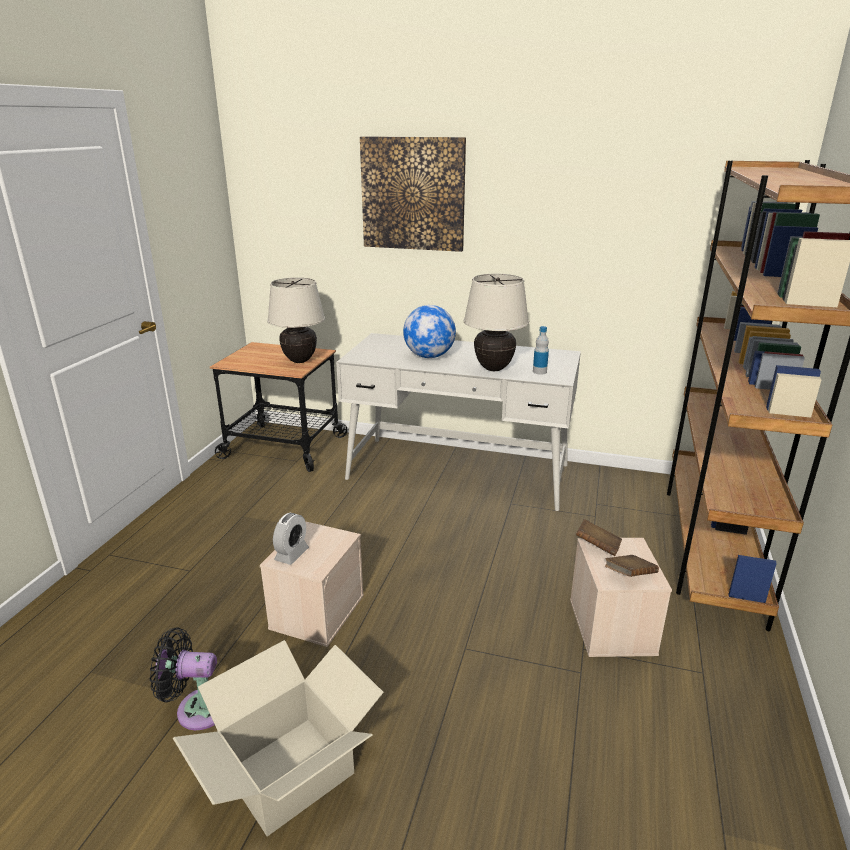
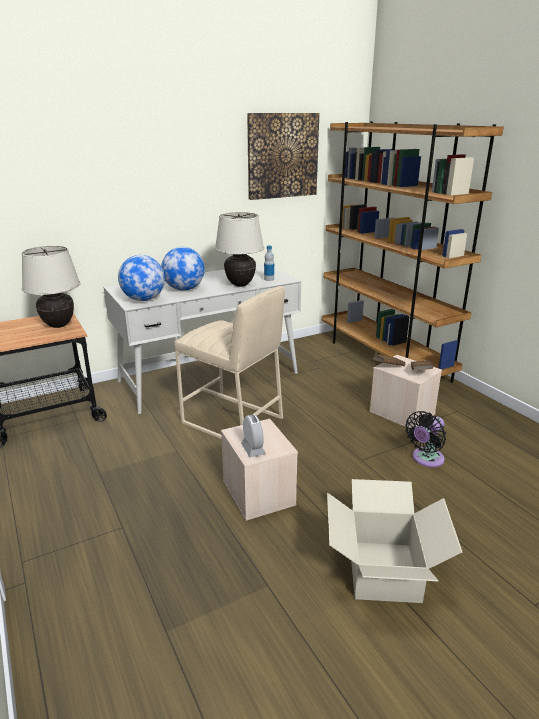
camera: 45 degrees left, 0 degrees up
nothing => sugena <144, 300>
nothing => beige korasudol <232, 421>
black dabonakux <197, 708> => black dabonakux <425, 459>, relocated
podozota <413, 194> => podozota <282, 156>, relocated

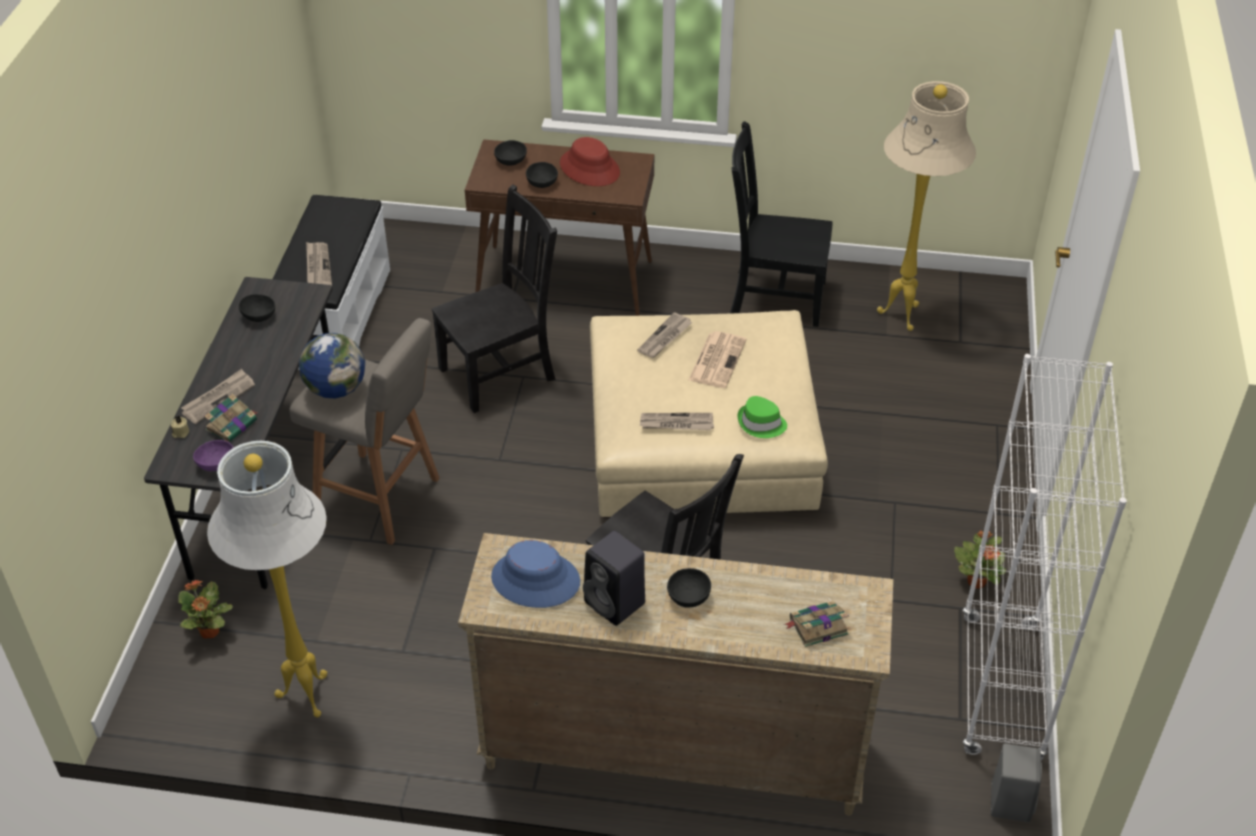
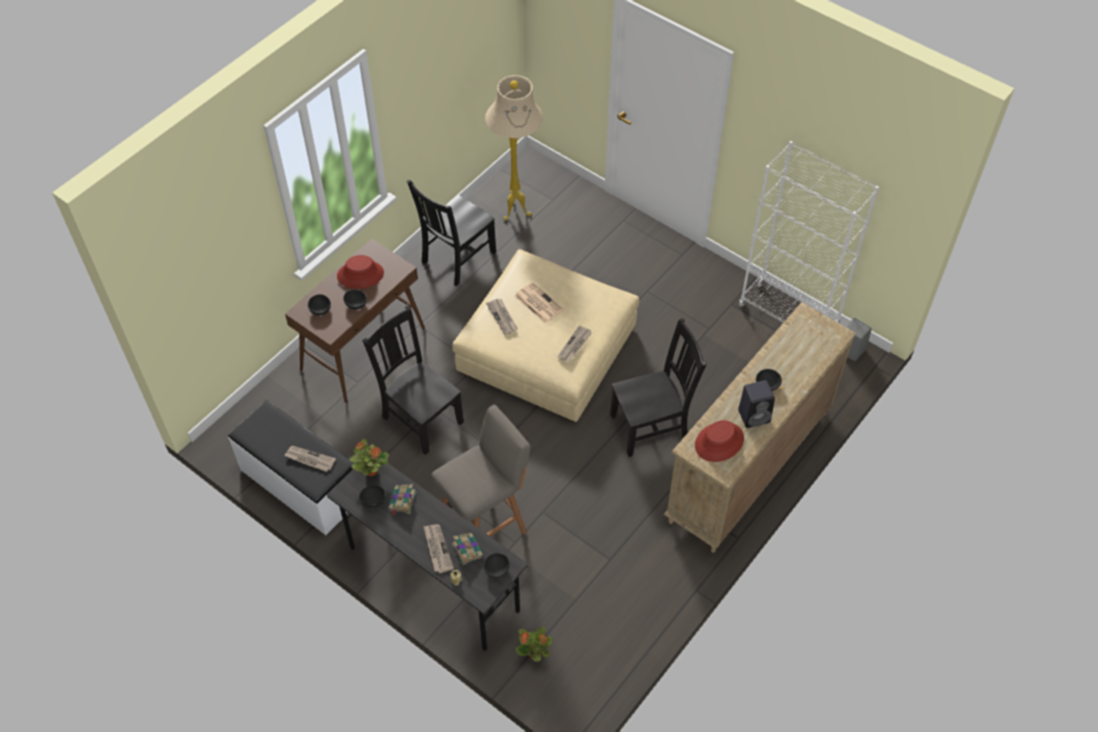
camera: 60 degrees left, 10 degrees up
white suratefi <307, 694> => nothing
sugena <336, 389> => nothing
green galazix <761, 424> => nothing
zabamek <817, 626> => zabamek <402, 501>, relocated
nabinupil <976, 581> => nabinupil <371, 470>, relocated
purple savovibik <216, 463> => black savovibik <496, 570>
blue galazix <535, 580> => red galazix <719, 442>
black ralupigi <501, 372> => black ralupigi <421, 418>, 45 degrees counterclockwise

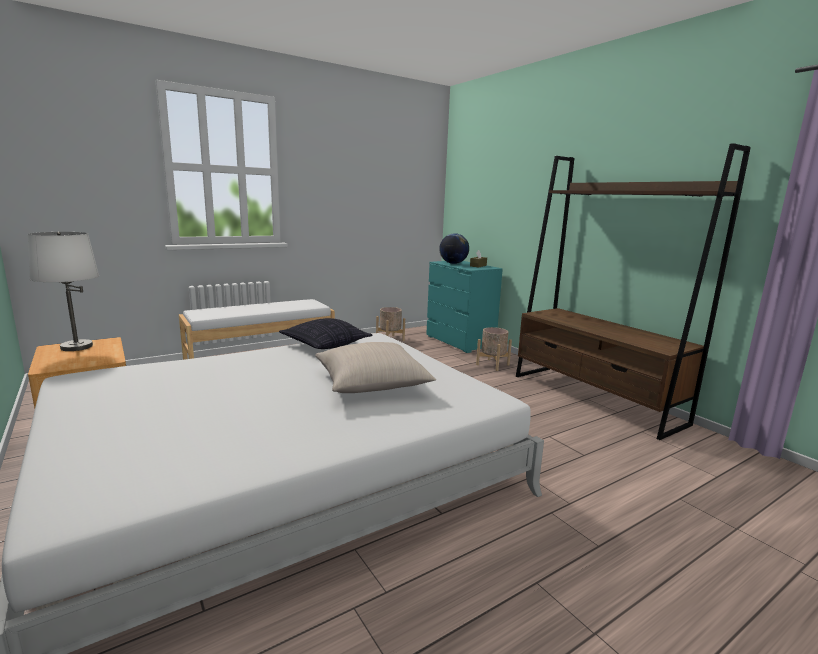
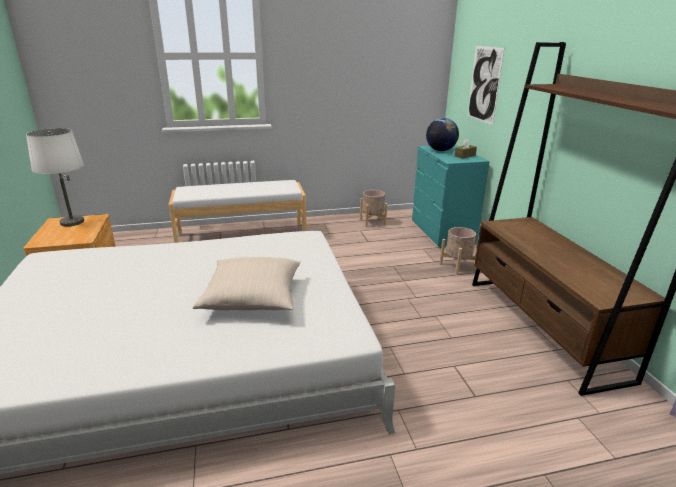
camera: 20 degrees right, 10 degrees up
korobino <325, 345> => nothing
nothing => podozota <484, 84>

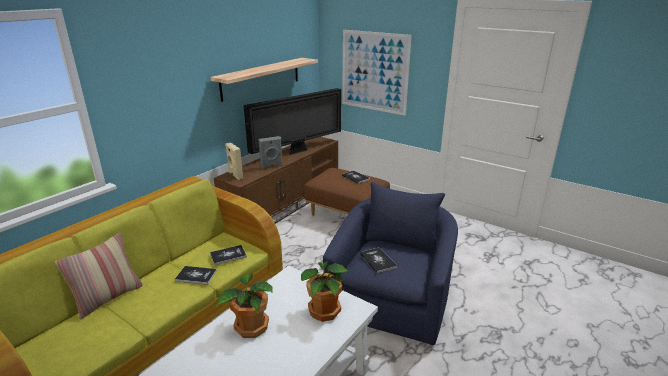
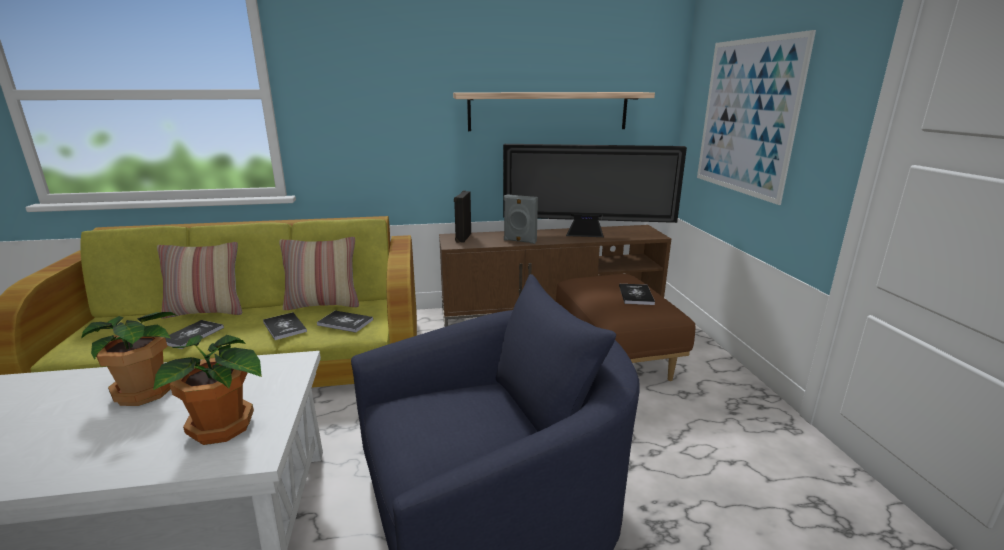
camera: 45 degrees right, 5 degrees down
nothing => korobino <323, 304>
zabamek <377, 261> => zabamek <192, 335>, relocated
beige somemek <235, 175> => black somemek <462, 238>

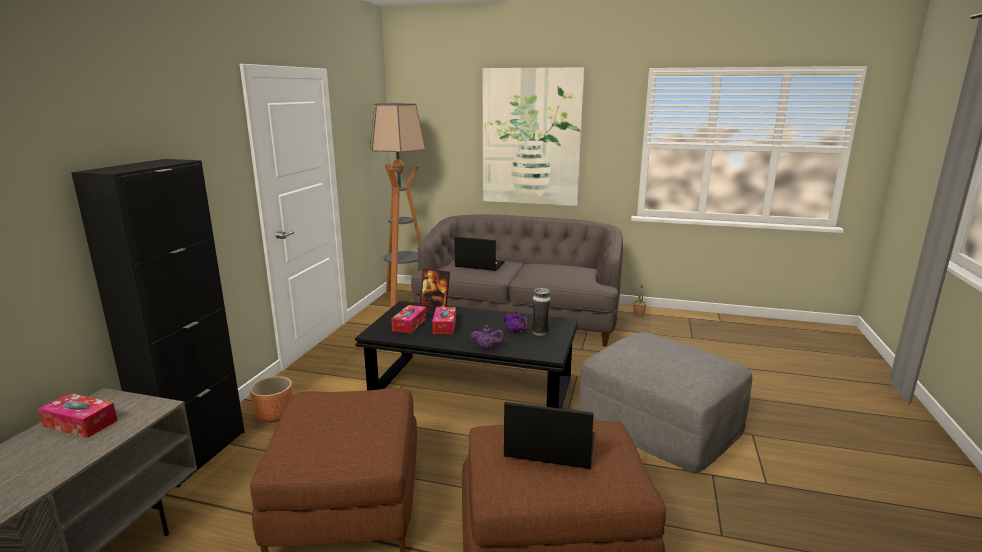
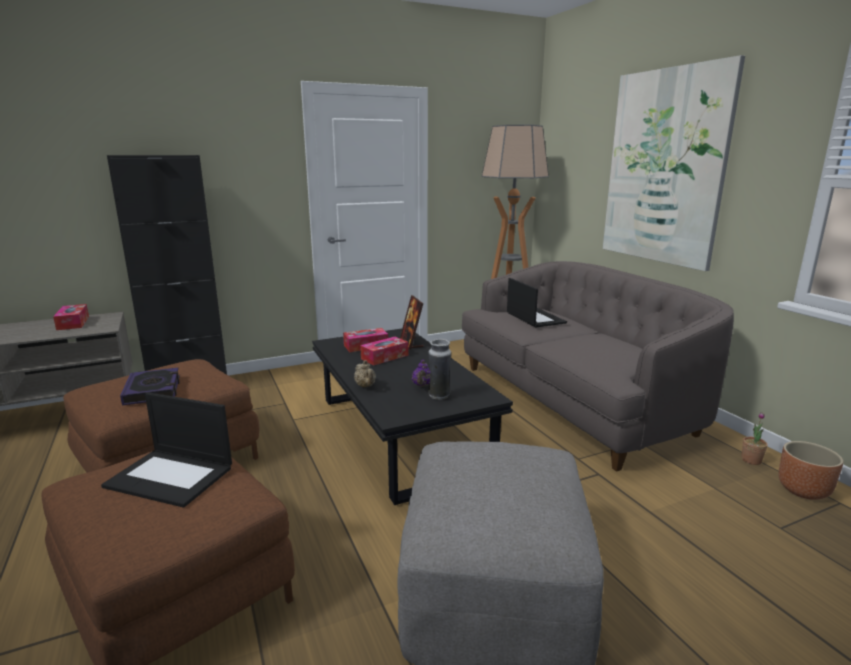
camera: 50 degrees right, 0 degrees up
nothing => zabamek <153, 390>
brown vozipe <274, 416> => brown vozipe <802, 490>, relocated
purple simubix <487, 347> => beige simubix <366, 386>
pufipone <548, 446> => pufipone <171, 476>, 135 degrees clockwise

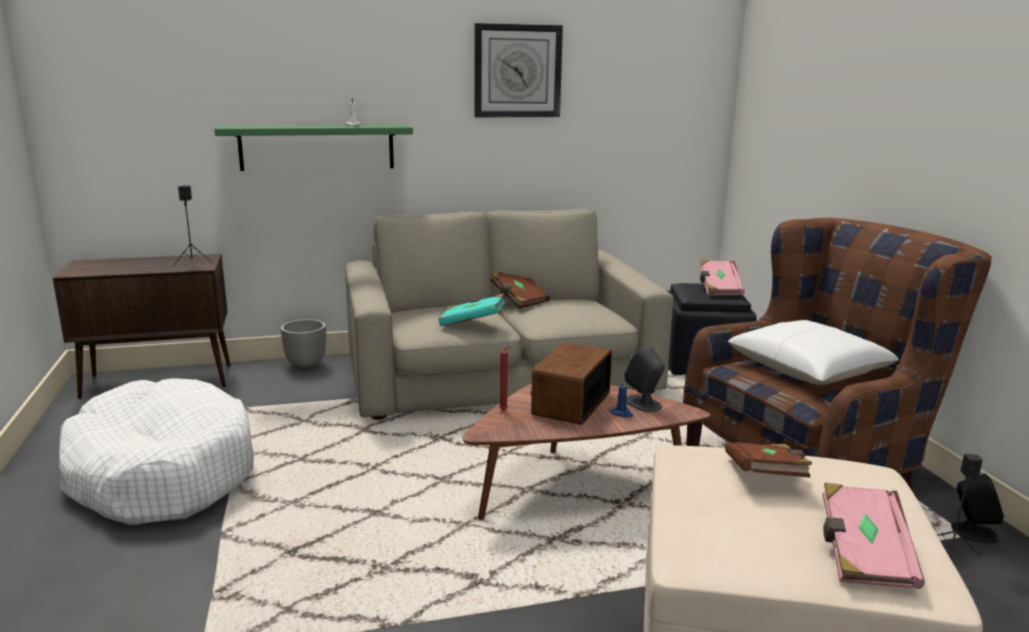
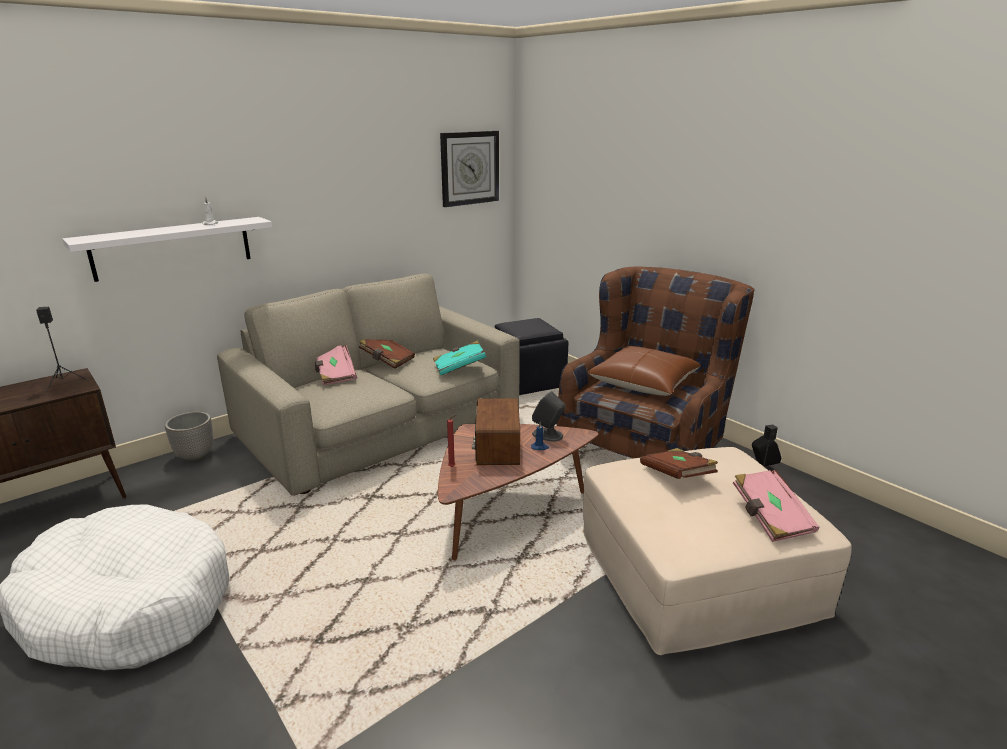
camera: 25 degrees left, 5 degrees up
turquoise zabamek <472, 323> => turquoise zabamek <459, 368>, relocated
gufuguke <517, 71> => gufuguke <469, 168>, relocated
pink zabamek <718, 289> => pink zabamek <334, 374>, relocated
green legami <317, 147> => white legami <173, 248>
white korobino <808, 369> => brown korobino <643, 383>

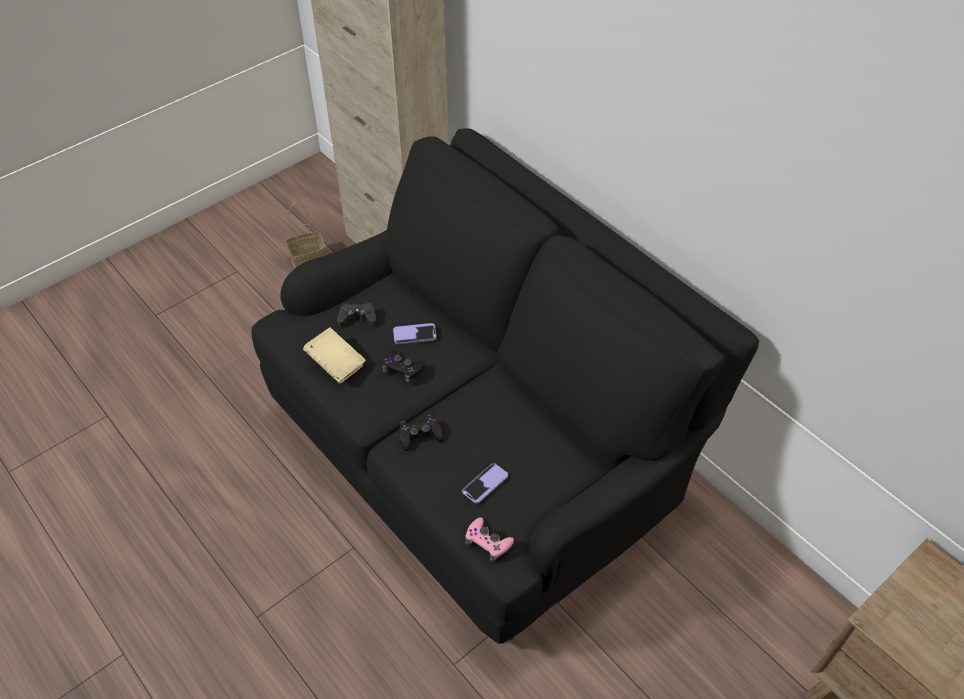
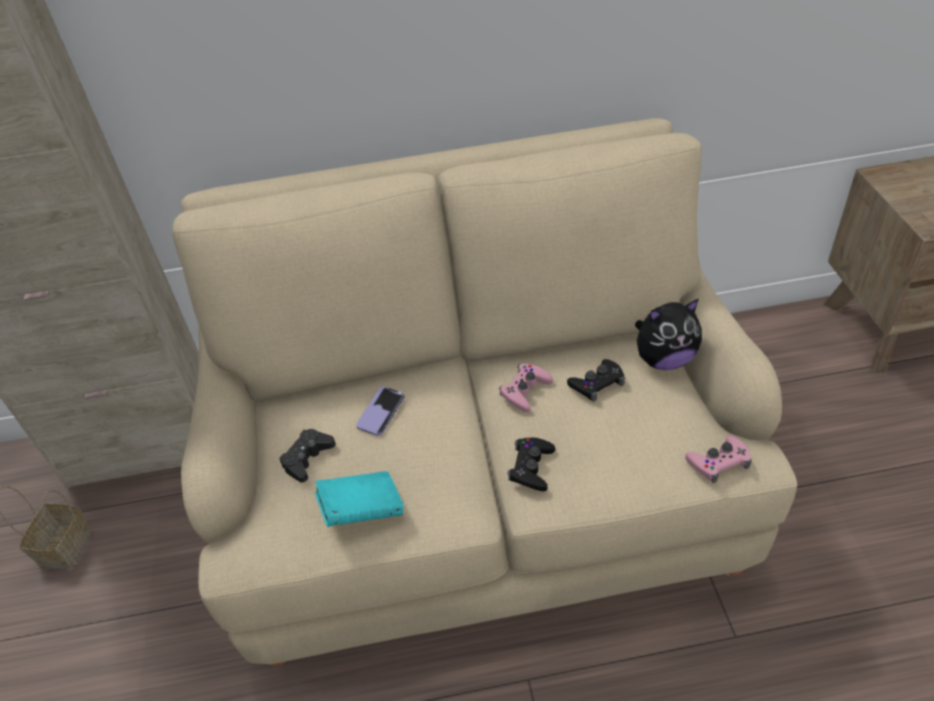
camera: 55 degrees left, 5 degrees down
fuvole <485, 484> => nothing
nothing => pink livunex <525, 391>
nothing => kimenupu <664, 359>
black livunex <402, 368> => black livunex <597, 384>, relocated
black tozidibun <483, 451> => beige tozidibun <481, 487>
beige zabamek <336, 364> => turquoise zabamek <362, 510>

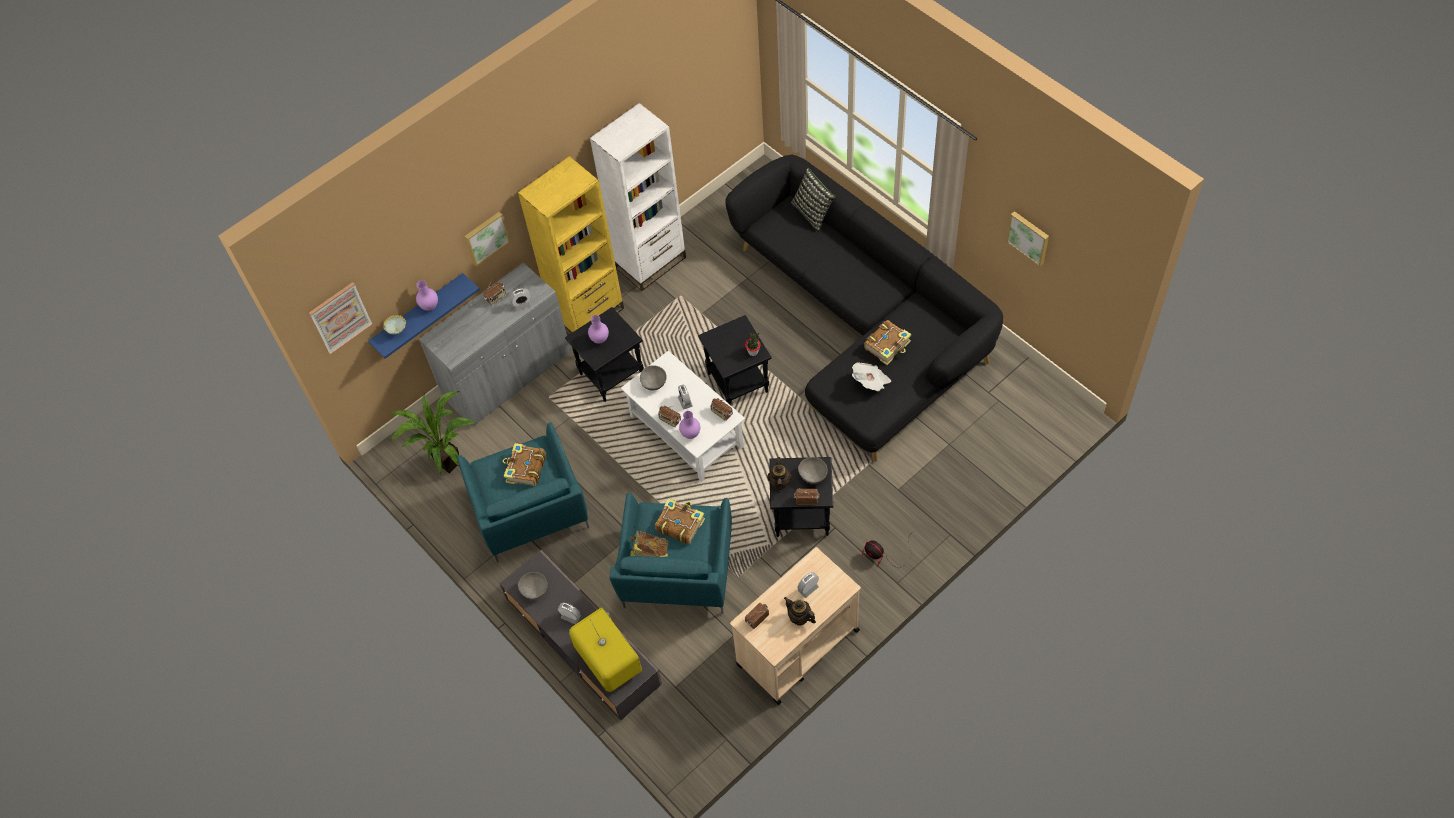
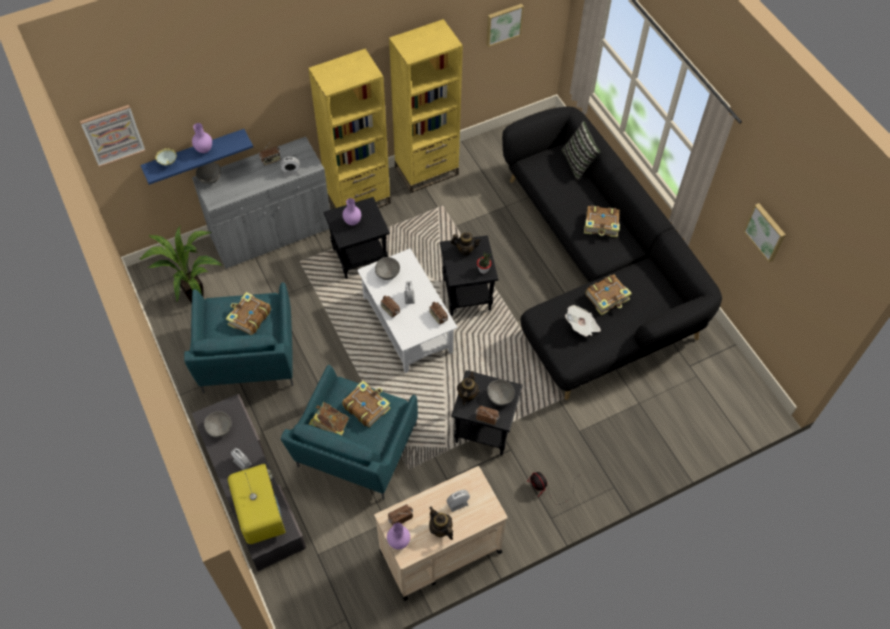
camera: 10 degrees right, 0 degrees up
nothing => grey savovibik <210, 178>
nothing => simubix <465, 249>
nothing => zabamek <601, 225>
podozota <486, 237> => podozota <503, 24>, relocated
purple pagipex <691, 434> => purple pagipex <399, 542>, relocated
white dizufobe <650, 262> => yellow dizufobe <426, 171>

